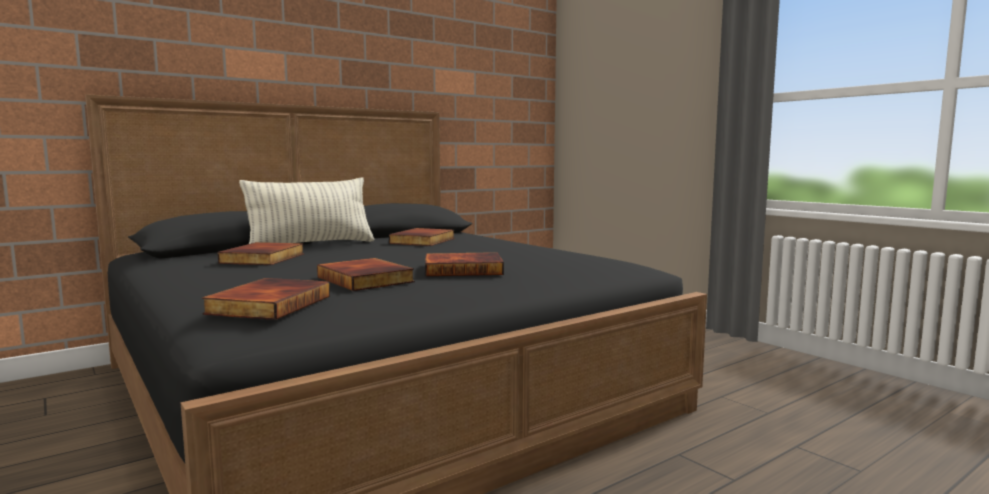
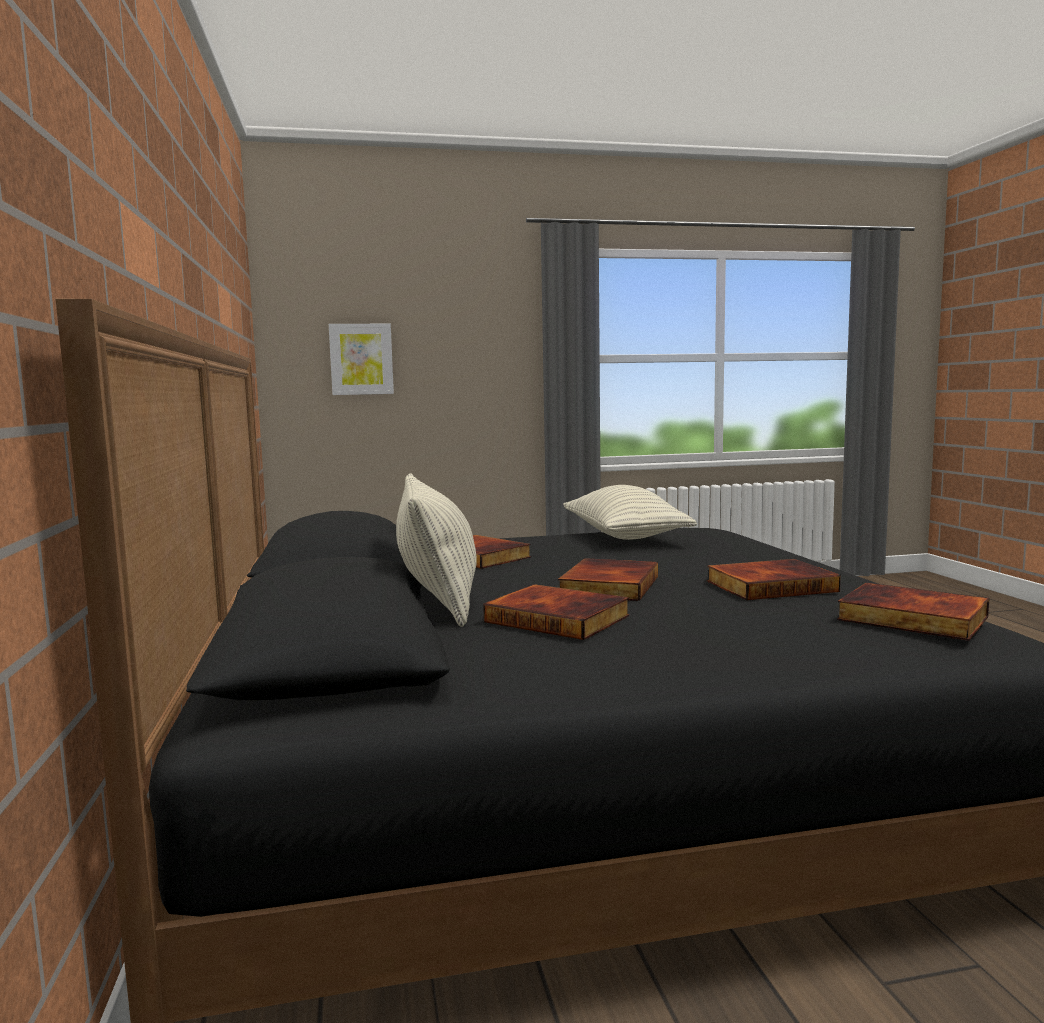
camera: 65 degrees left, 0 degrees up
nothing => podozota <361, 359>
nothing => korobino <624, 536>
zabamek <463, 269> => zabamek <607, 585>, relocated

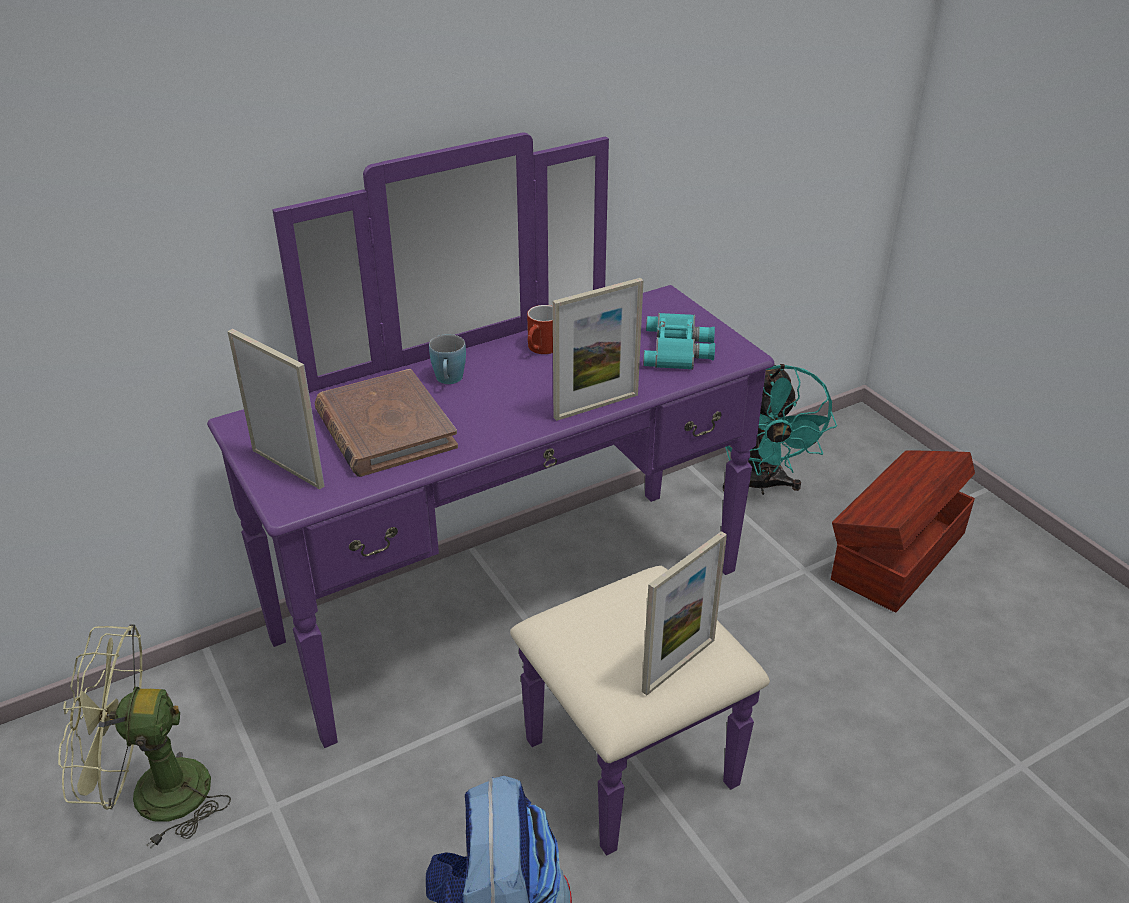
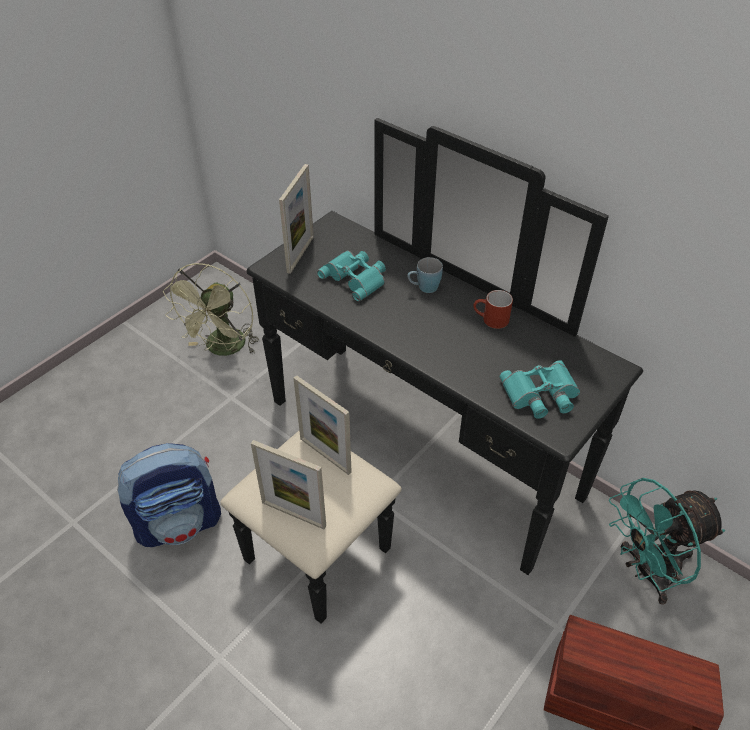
camera: 70 degrees right, 10 degrees up
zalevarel <596, 406> => zalevarel <325, 455>, relocated
brown zabamek <384, 429> => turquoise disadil <356, 278>
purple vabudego <537, 635> => black vabudego <401, 470>
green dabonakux <152, 795> => green dabonakux <223, 349>, 135 degrees counterclockwise

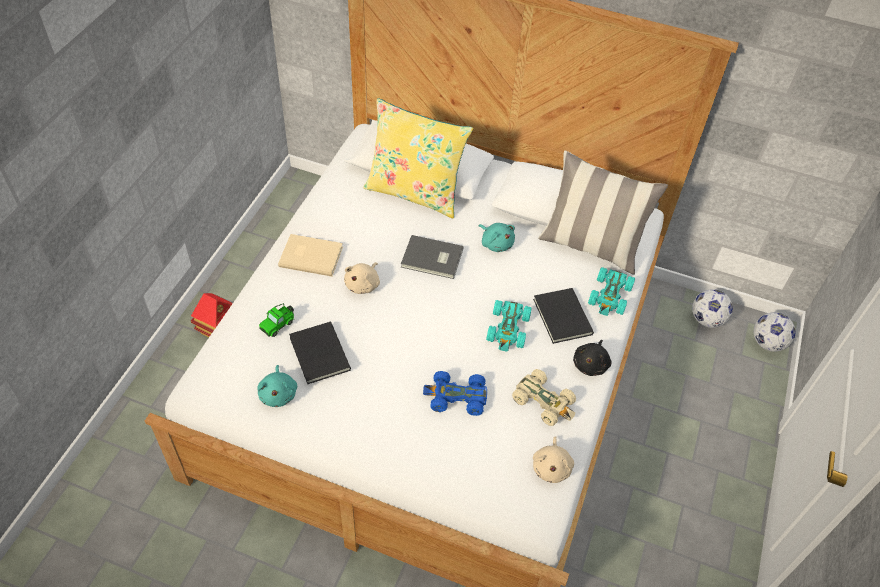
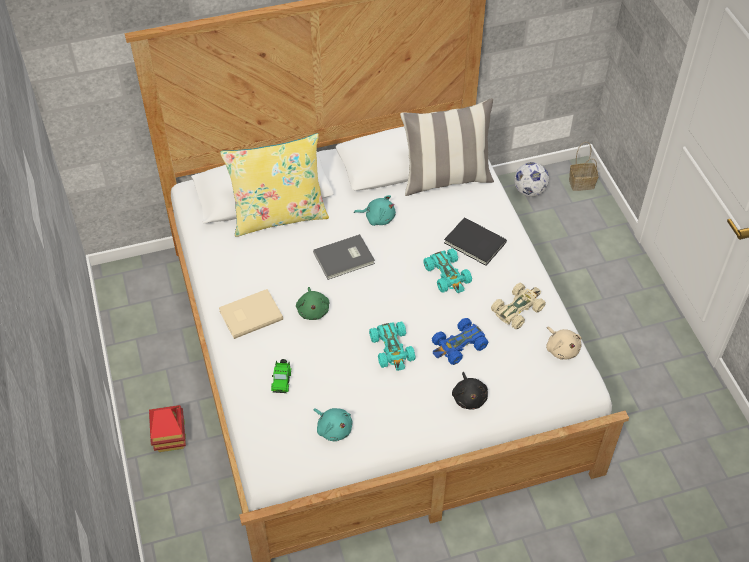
camera: 35 degrees left, 0 degrees up
black zabamek <318, 355> => nothing
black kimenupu <591, 364> => black kimenupu <469, 397>, relocated
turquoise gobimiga <610, 296> => turquoise gobimiga <392, 349>, relocated
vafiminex <768, 343> => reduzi <582, 183>
beige kimenupu <363, 284> => green kimenupu <313, 310>
beige gobimiga <544, 402> => beige gobimiga <518, 309>, 45 degrees counterclockwise

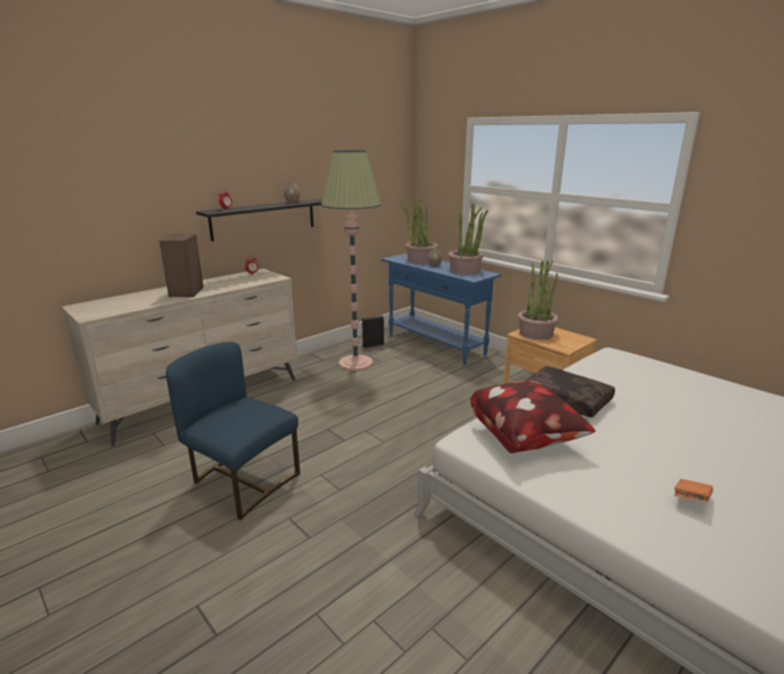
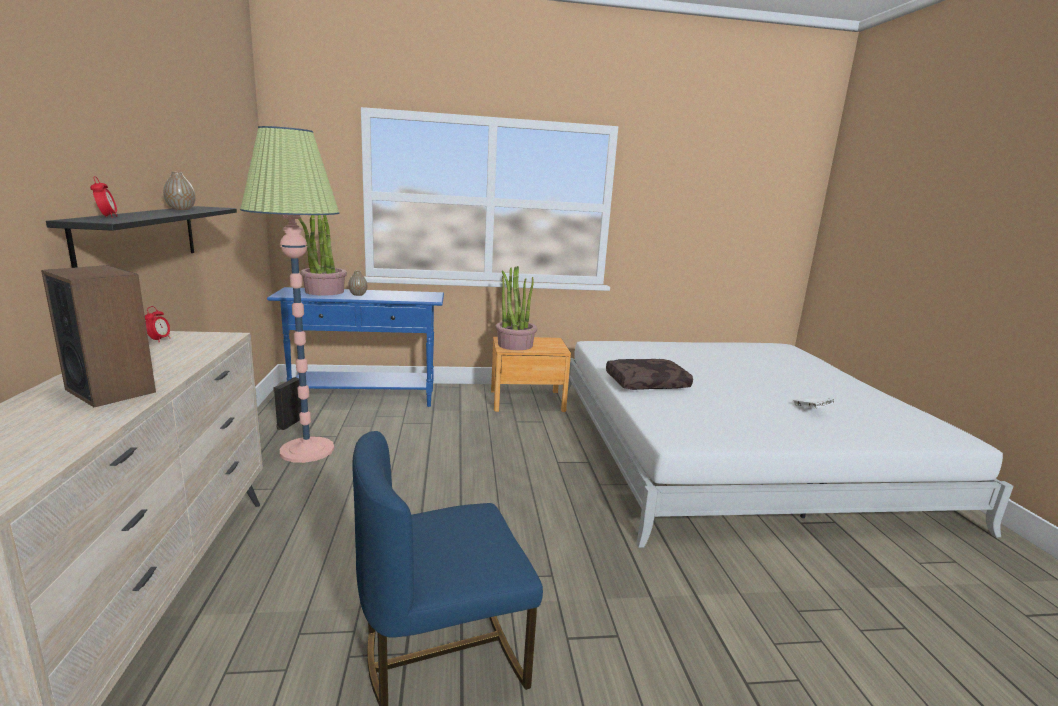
camera: 55 degrees left, 5 degrees down
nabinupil <465, 270> => nothing
korobino <525, 437> => nothing
orange zabamek <690, 499> => white zabamek <811, 410>

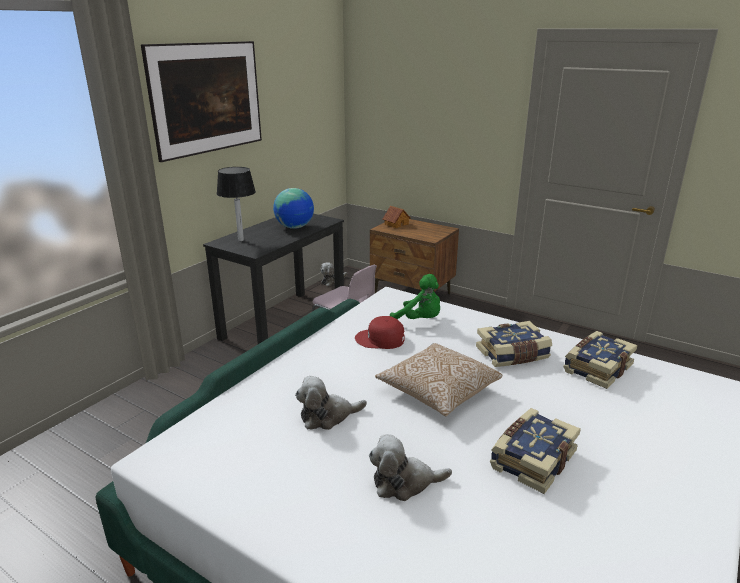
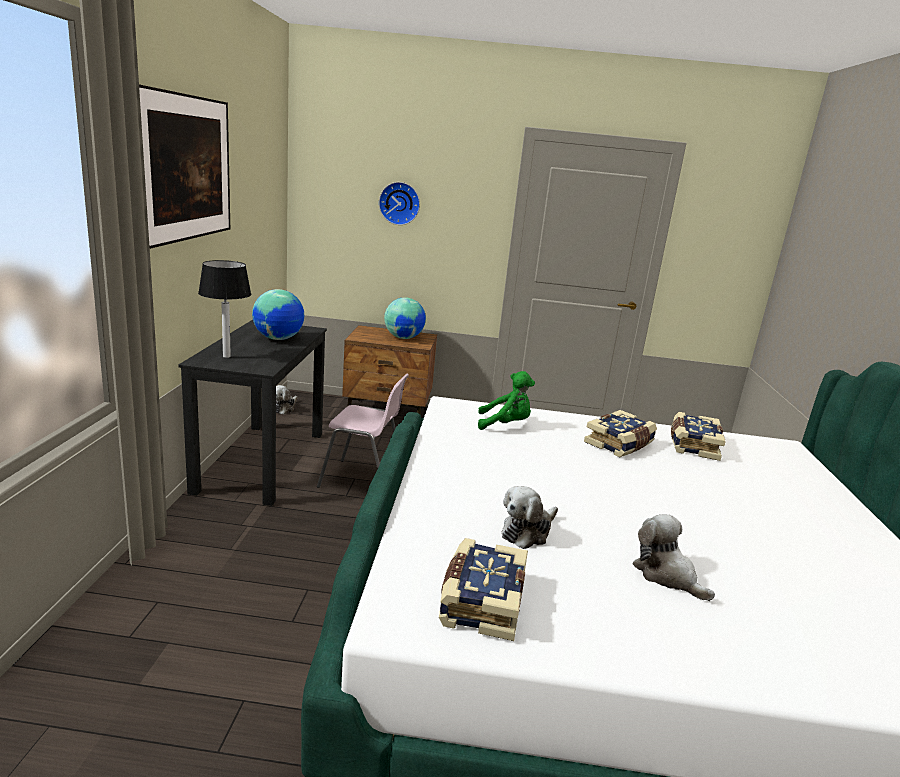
camera: 30 degrees left, 5 degrees down
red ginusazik <380, 339> => nothing
korobino <438, 391> => nothing
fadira <396, 224> => nothing
nothing => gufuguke <399, 203>
nothing => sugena <403, 338>
zabamek <531, 459> => zabamek <480, 602>, relocated
kimenupu <404, 482> => kimenupu <666, 575>, 90 degrees clockwise

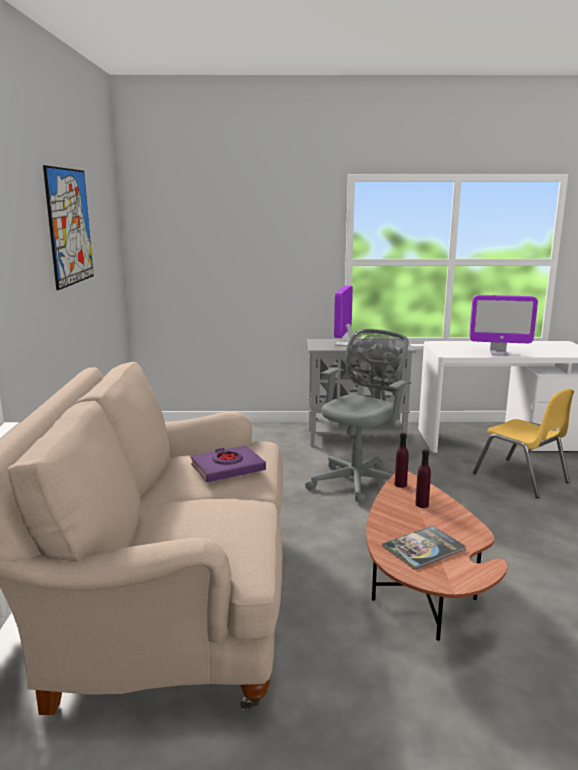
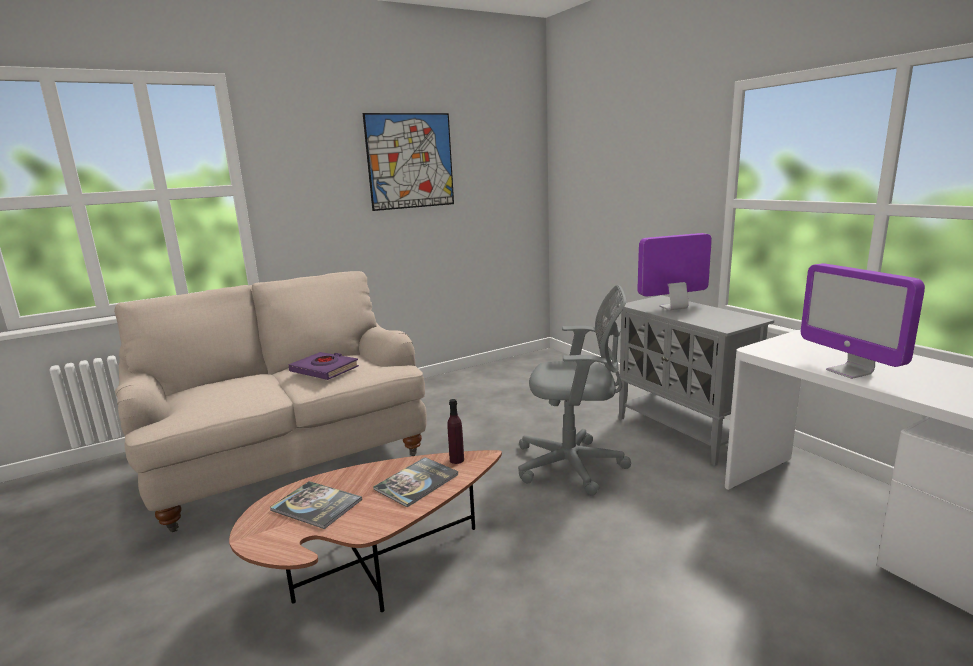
camera: 60 degrees right, 0 degrees up
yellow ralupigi <521, 478> => nothing
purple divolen <422, 504> => zabamek <416, 482>

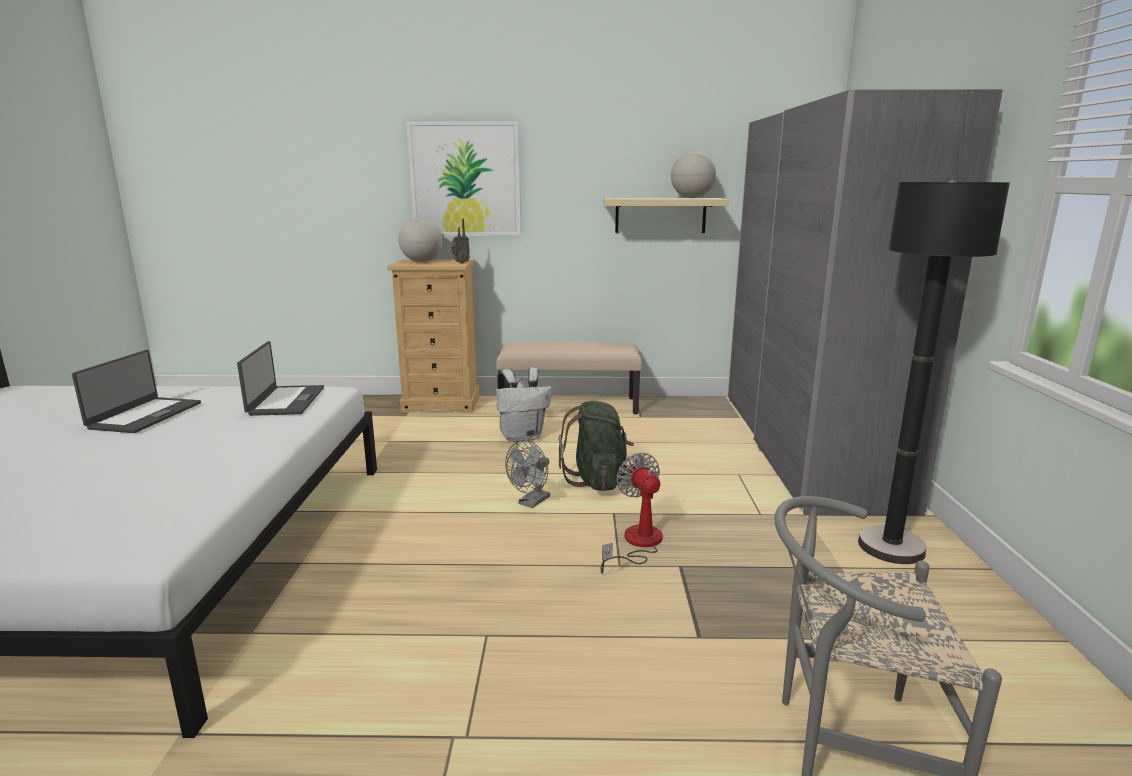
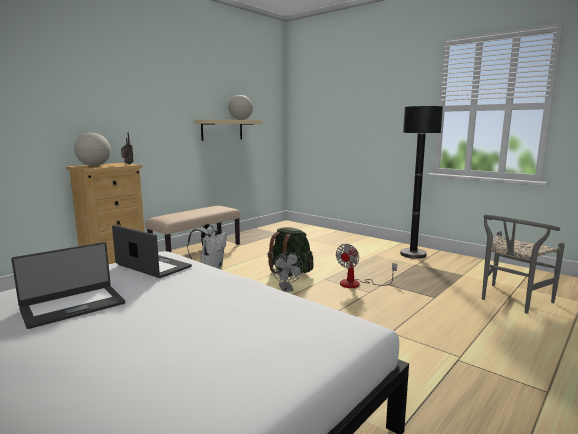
camera: 50 degrees left, 5 degrees down
podozota <465, 180> => nothing
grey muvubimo <805, 447> => nothing
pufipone <144, 415> => pufipone <72, 306>, 90 degrees clockwise
dabonakux <637, 544> => dabonakux <357, 284>, 75 degrees counterclockwise

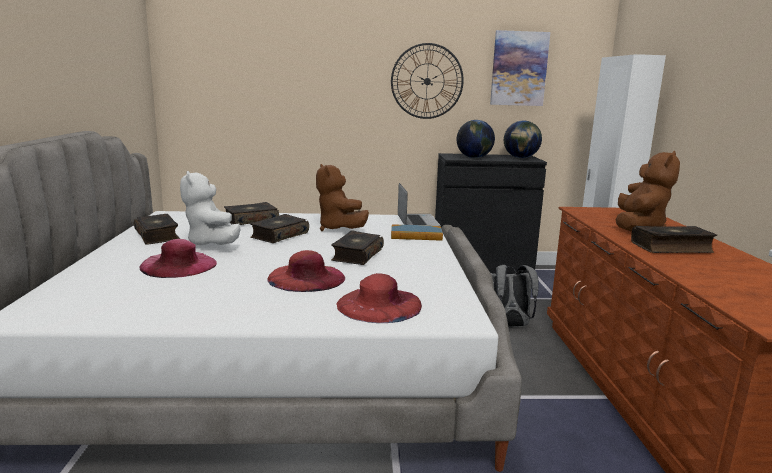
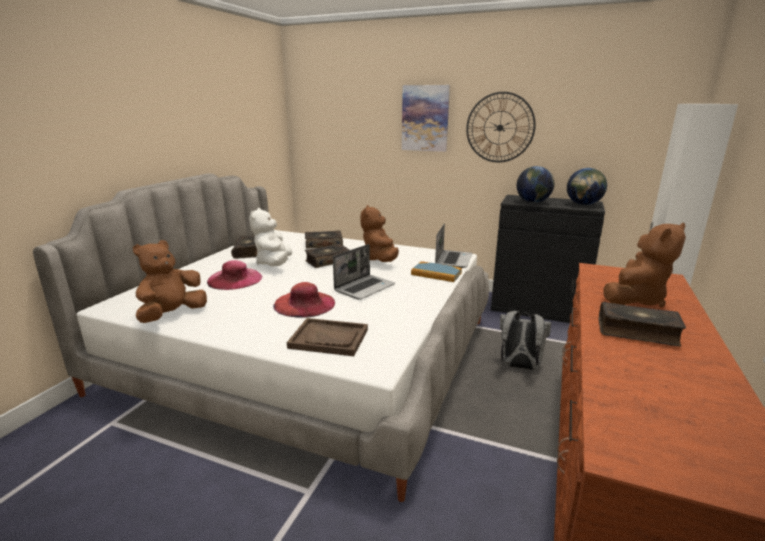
camera: 25 degrees right, 5 degrees up
nothing => brown kimenupu <172, 315>
podozota <519, 69> => podozota <425, 118>, relocated
zabamek <356, 255> => pufipone <364, 288>
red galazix <379, 304> => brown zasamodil <329, 338>

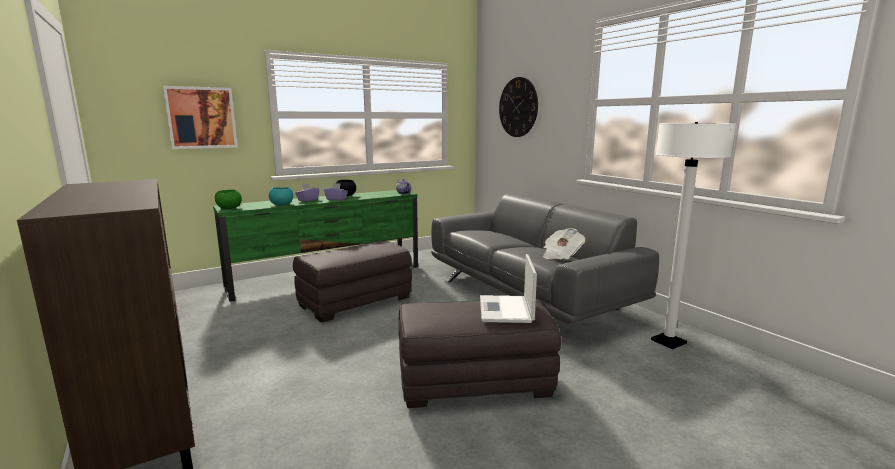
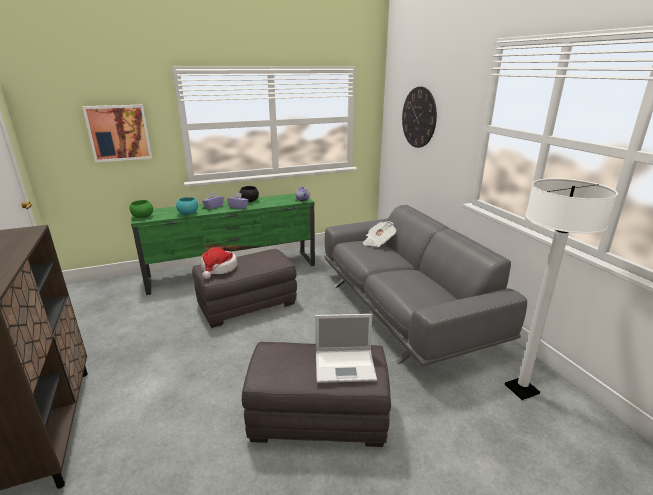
camera: 10 degrees right, 10 degrees up
nothing => galazix <219, 269>
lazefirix <561, 255> => lazefirix <378, 242>, relocated
pufipone <506, 310> => pufipone <346, 365>, 105 degrees counterclockwise

